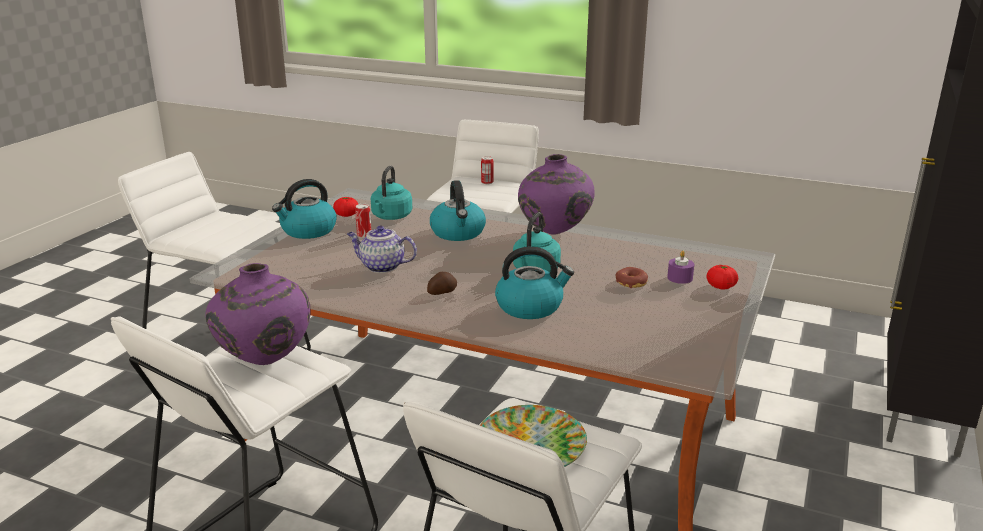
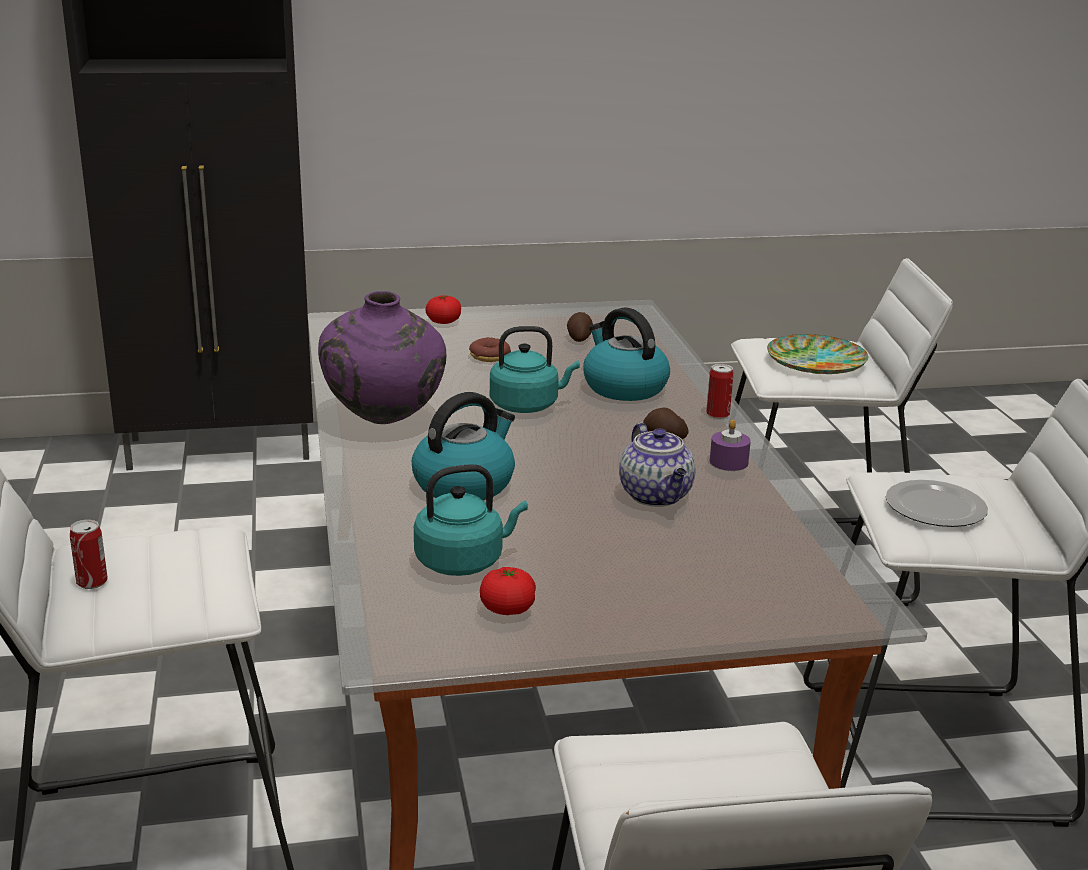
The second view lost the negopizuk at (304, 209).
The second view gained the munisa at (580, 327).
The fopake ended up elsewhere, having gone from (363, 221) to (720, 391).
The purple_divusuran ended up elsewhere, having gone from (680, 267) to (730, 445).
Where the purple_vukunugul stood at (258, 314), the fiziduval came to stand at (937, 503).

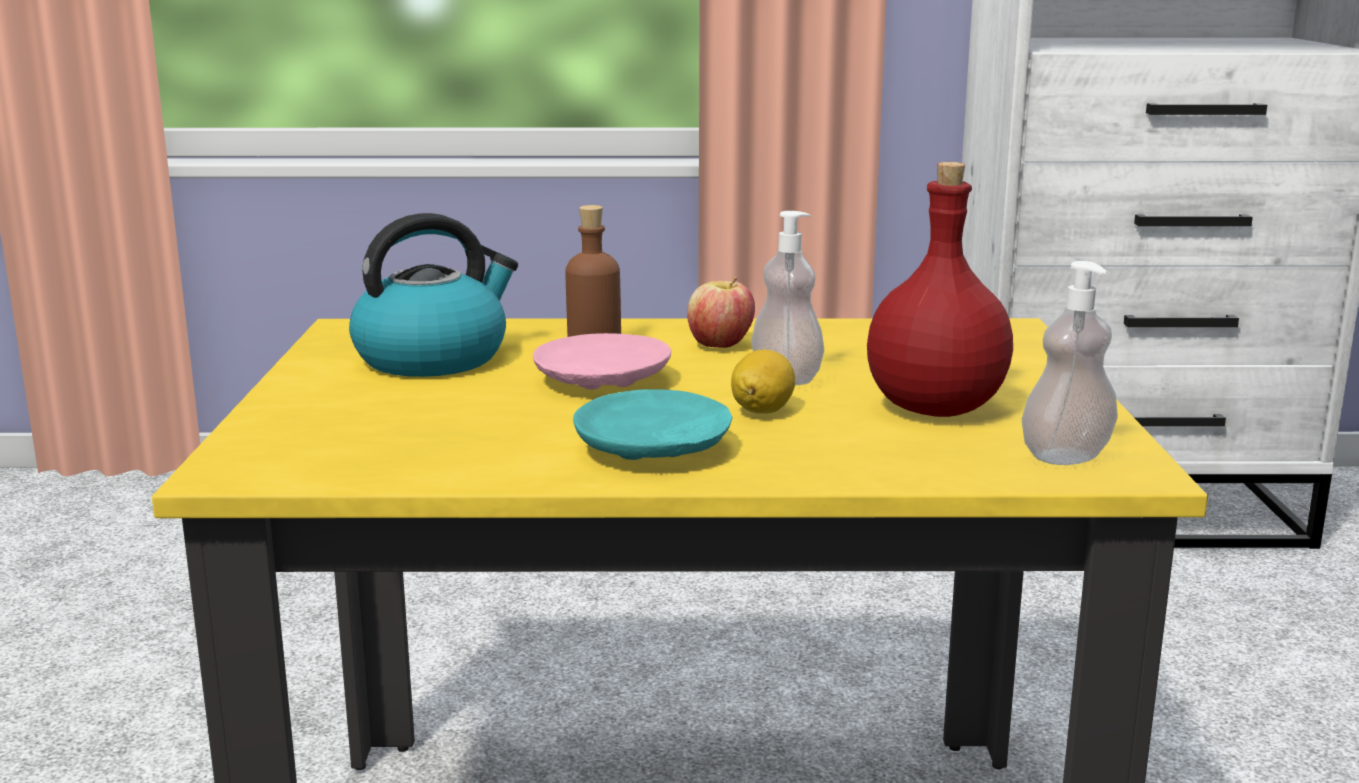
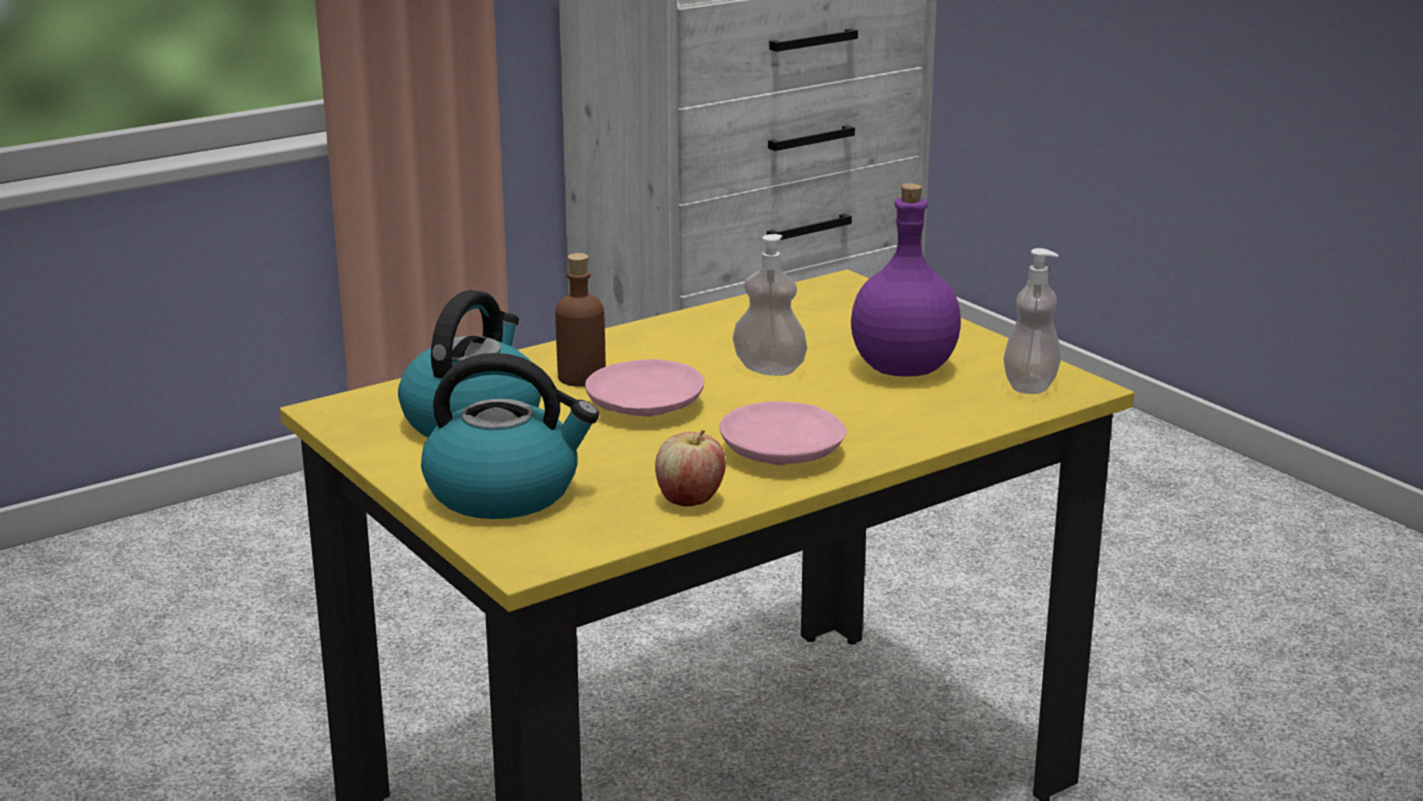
The second view lost the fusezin at (763, 382).
The second view gained the negopizuk at (510, 436).
The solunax ended up elsewhere, having gone from (721, 312) to (690, 467).
What was the turquoise_fiziduval at (652, 424) turned into the pink_fiziduval at (783, 433).
What was the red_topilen at (940, 289) turned into the purple_topilen at (906, 280).

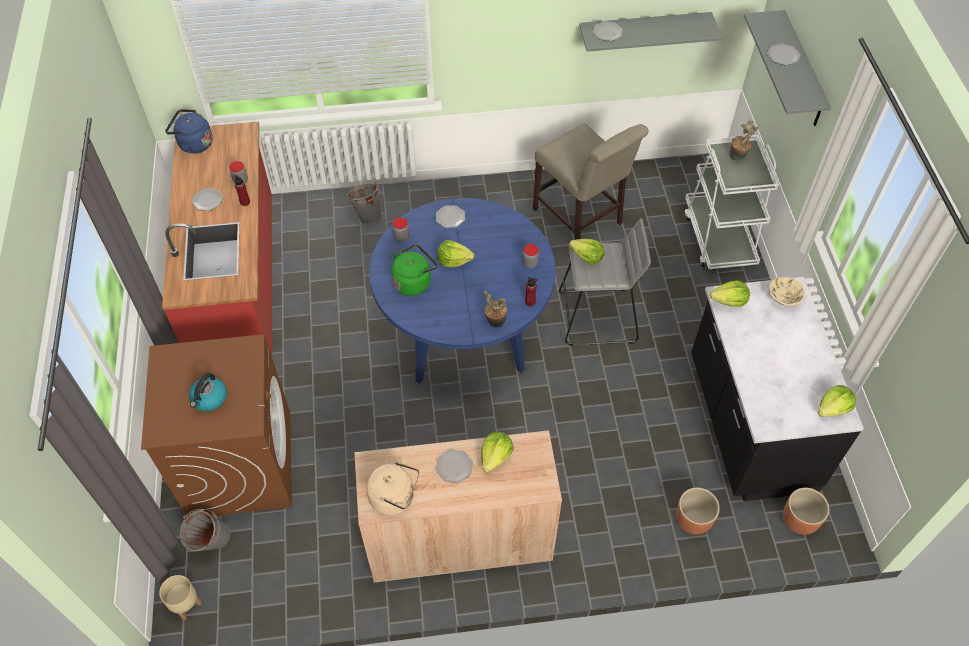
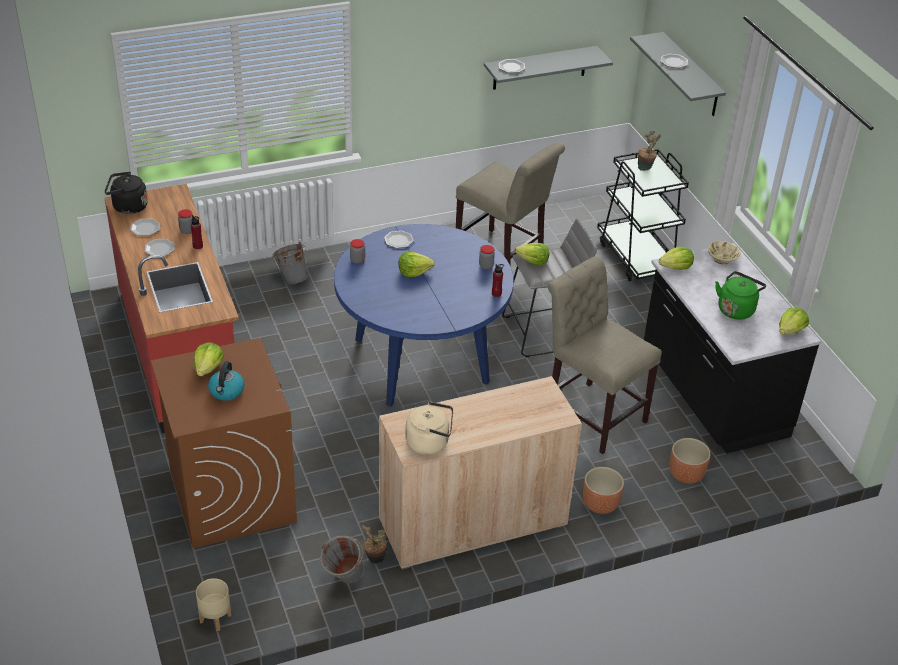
The second view gained the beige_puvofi at (605, 355).
The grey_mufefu ended up elsewhere, having gone from (205, 530) to (342, 559).
The green_negopizuk ended up elsewhere, having gone from (414, 270) to (740, 295).
The fiziduval ended up elsewhere, having gone from (454, 466) to (145, 227).
The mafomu ended up elsewhere, having gone from (497, 452) to (209, 359).
The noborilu ended up elsewhere, having gone from (495, 309) to (374, 544).
The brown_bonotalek ended up elsewhere, having gone from (806, 511) to (603, 490).
What was the blue_negopizuk at (189, 131) turned into the black_negopizuk at (126, 193).
What was the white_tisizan at (732, 202) turned into the black_tisizan at (643, 215).

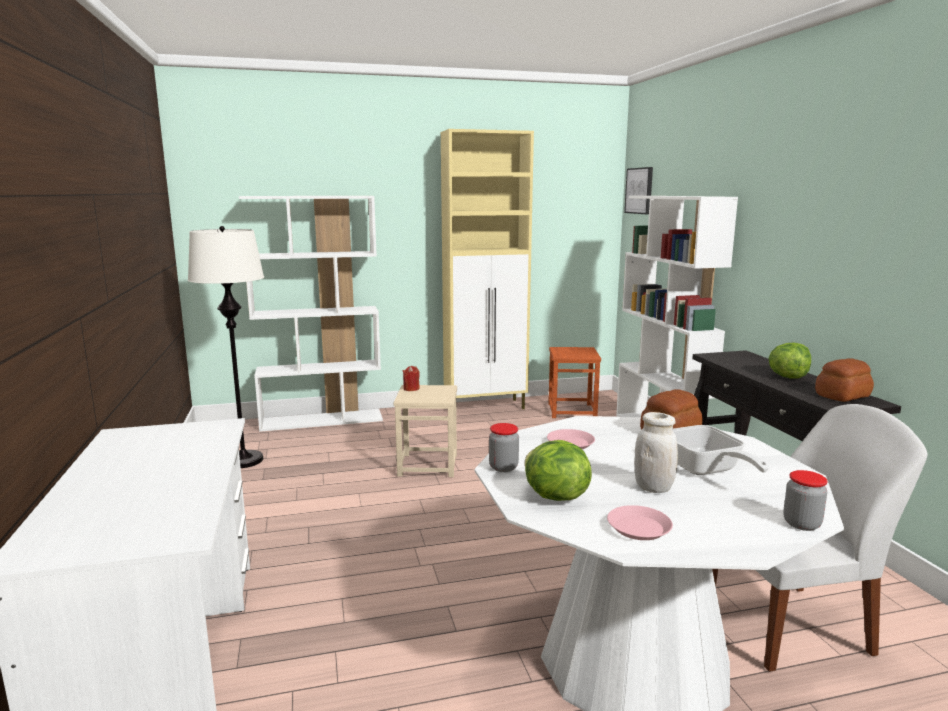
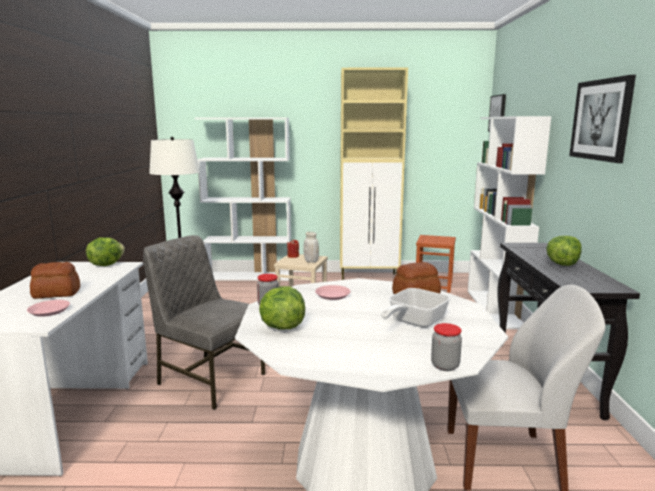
The second view gained the mafomu at (105, 251).
The second view gained the grey_puvofi at (204, 322).
The second view gained the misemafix at (602, 119).
The pink_fiziduval ended up elsewhere, having gone from (640, 522) to (48, 308).
The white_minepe ended up elsewhere, having gone from (656, 452) to (311, 247).
The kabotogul ended up elsewhere, having gone from (844, 380) to (55, 280).
The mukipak at (721, 450) ended up facing another way, 45 degrees clockwise from before.

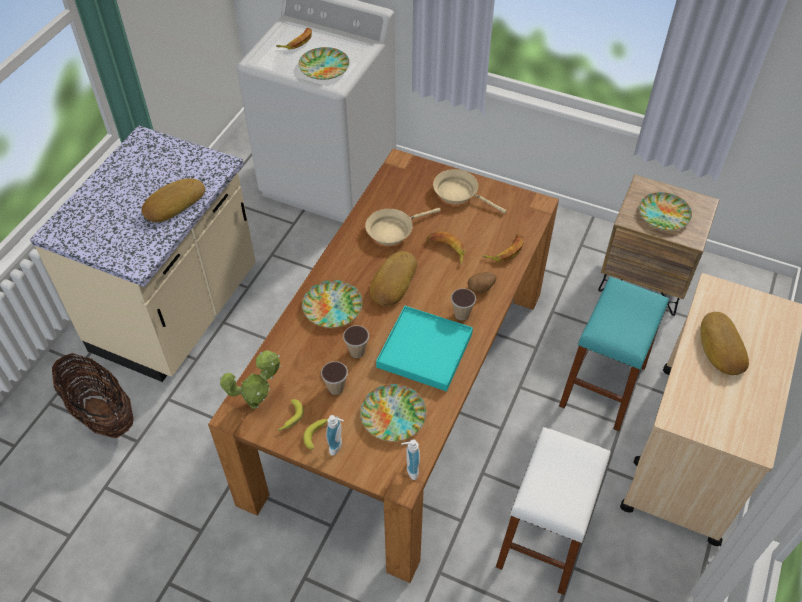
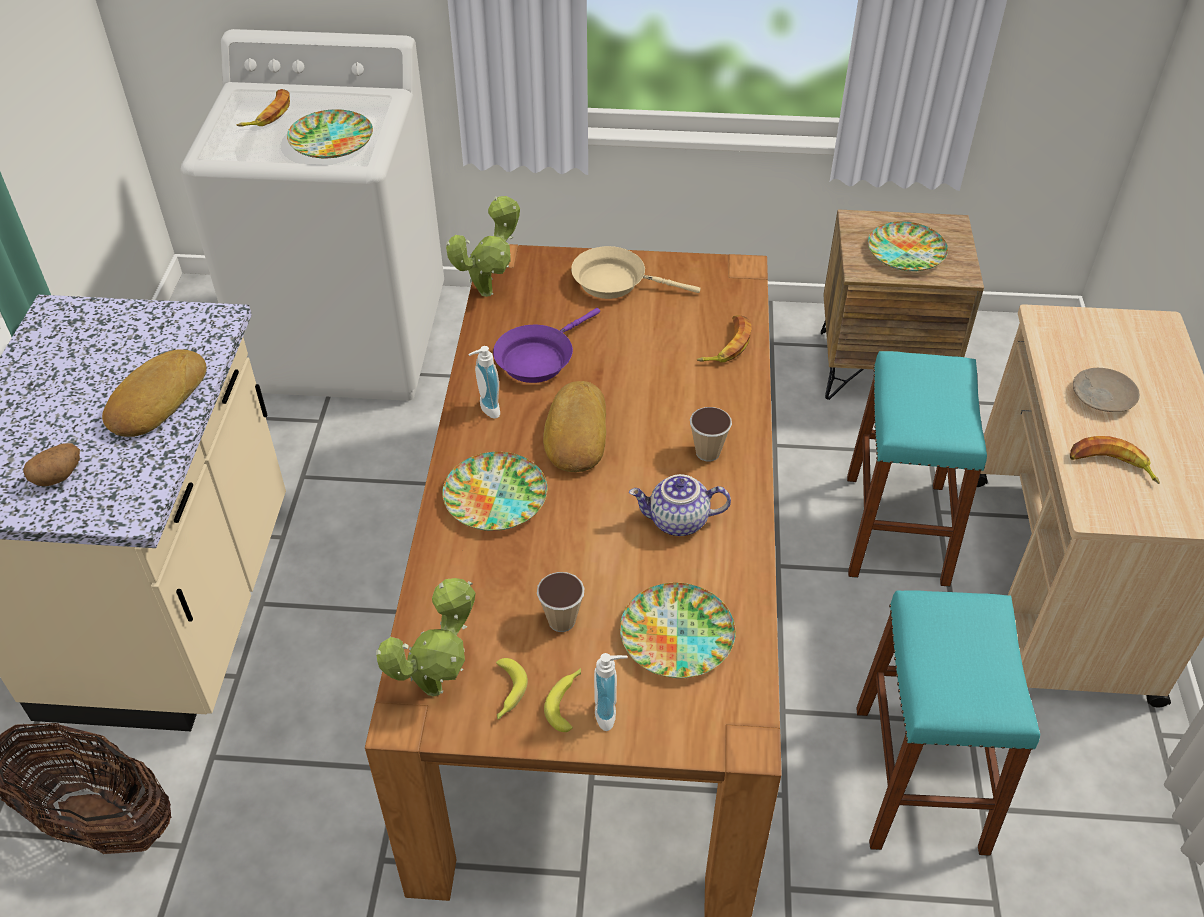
The second view lost the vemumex at (356, 341).
The second view gained the noborilu at (483, 246).
The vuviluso ended up elsewhere, having gone from (410, 459) to (484, 382).
The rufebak ended up elsewhere, having gone from (445, 248) to (1115, 460).
The munisa ended up elsewhere, having gone from (481, 282) to (51, 464).
Where the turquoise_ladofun stood at (424, 349), the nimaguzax came to stand at (680, 505).
Where the kabotogul stood at (724, 343), the beige_fiziduval came to stand at (1106, 390).
What was the beige_mukipak at (403, 226) turned into the purple_mukipak at (546, 345).
What was the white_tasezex at (553, 511) turned into the turquoise_tasezex at (948, 723).

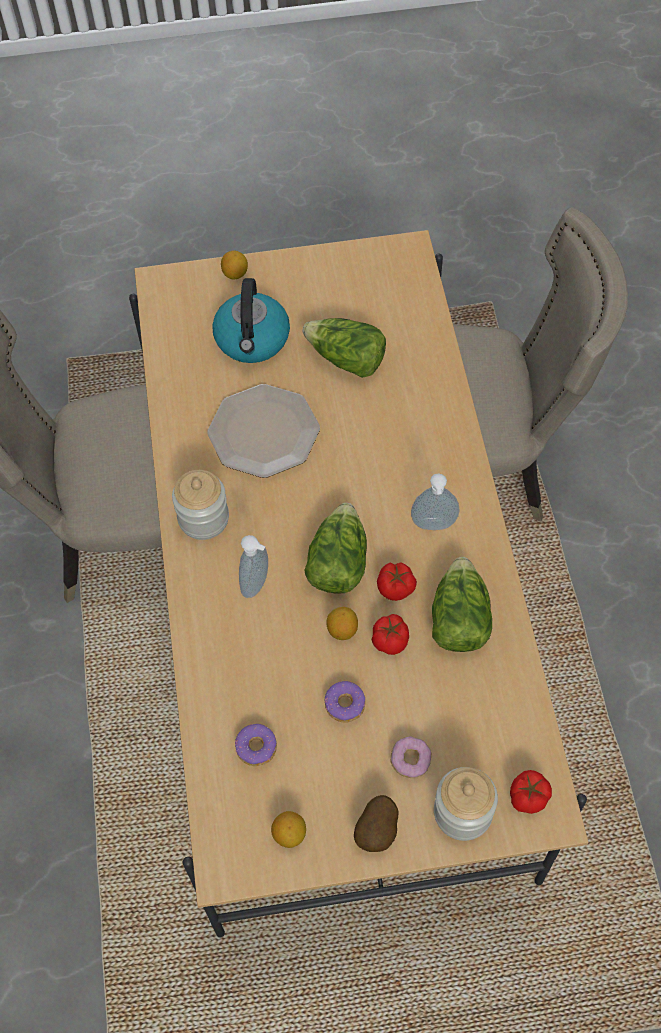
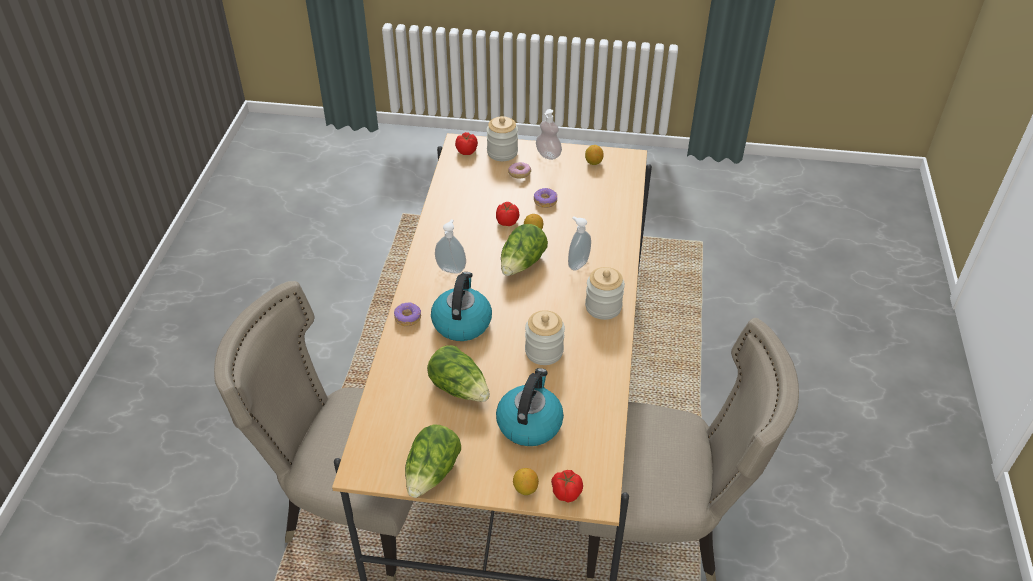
The second view gained the negopizuk at (461, 306).
The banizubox ended up elsewhere, having gone from (256, 745) to (407, 314).
The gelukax ended up elsewhere, having gone from (397, 581) to (567, 486).
The mafomu ended up elsewhere, having gone from (462, 604) to (433, 461).
Where the fiziduval stood at (263, 431), the minepe came to stand at (545, 337).
Where the munisa stood at (376, 823), the vuviluso came to stand at (549, 134).

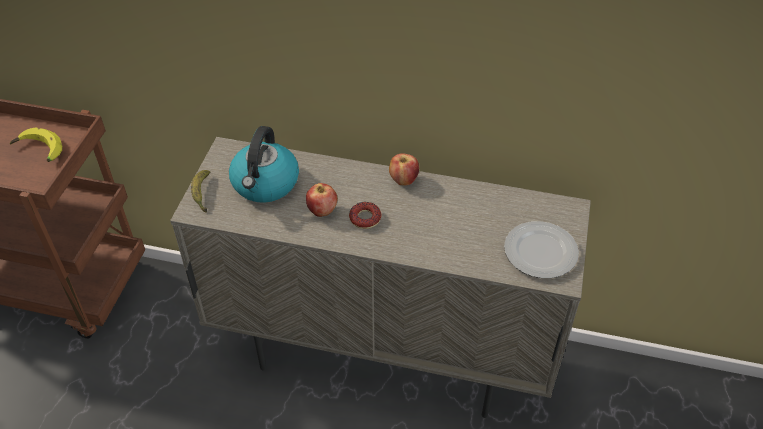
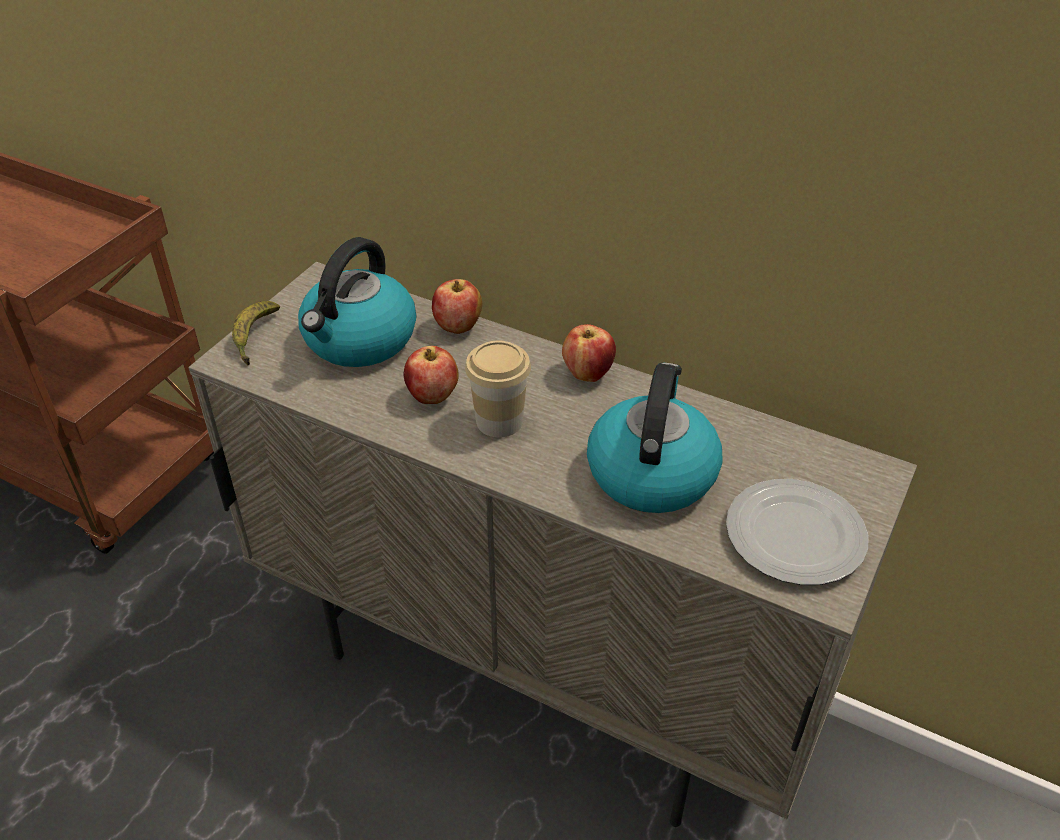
The second view lost the rufebak at (36, 145).
The second view gained the solunax at (457, 306).
The second view gained the negopizuk at (655, 438).
Where the banizubox stood at (365, 215), the vemumex came to stand at (498, 389).

